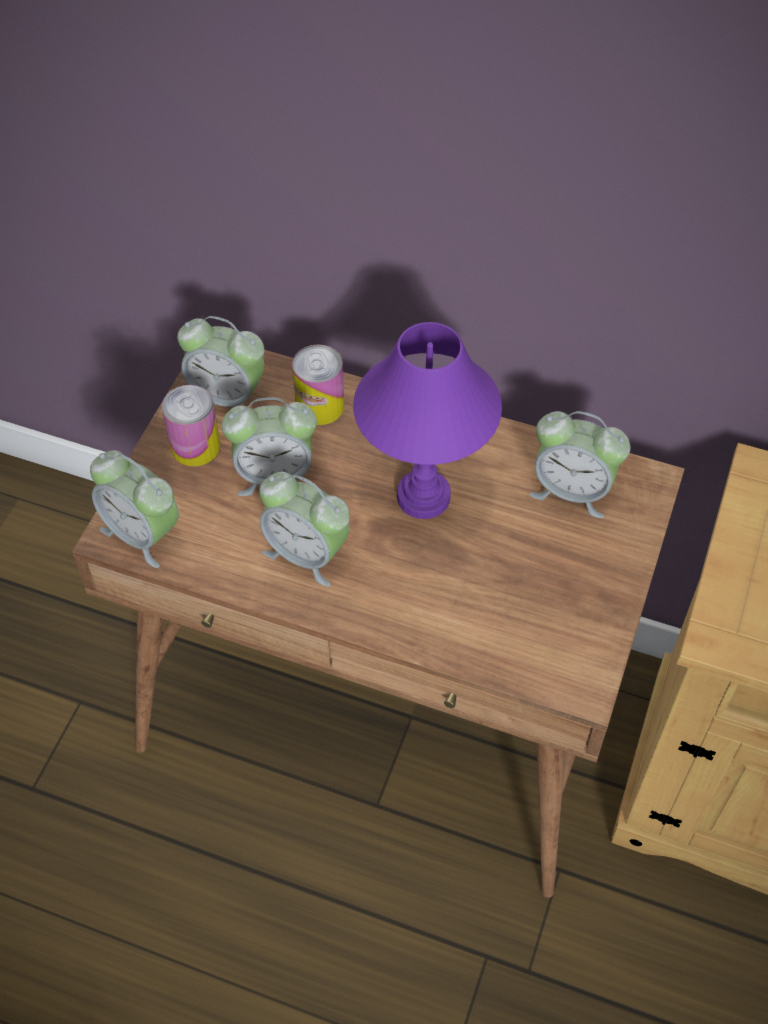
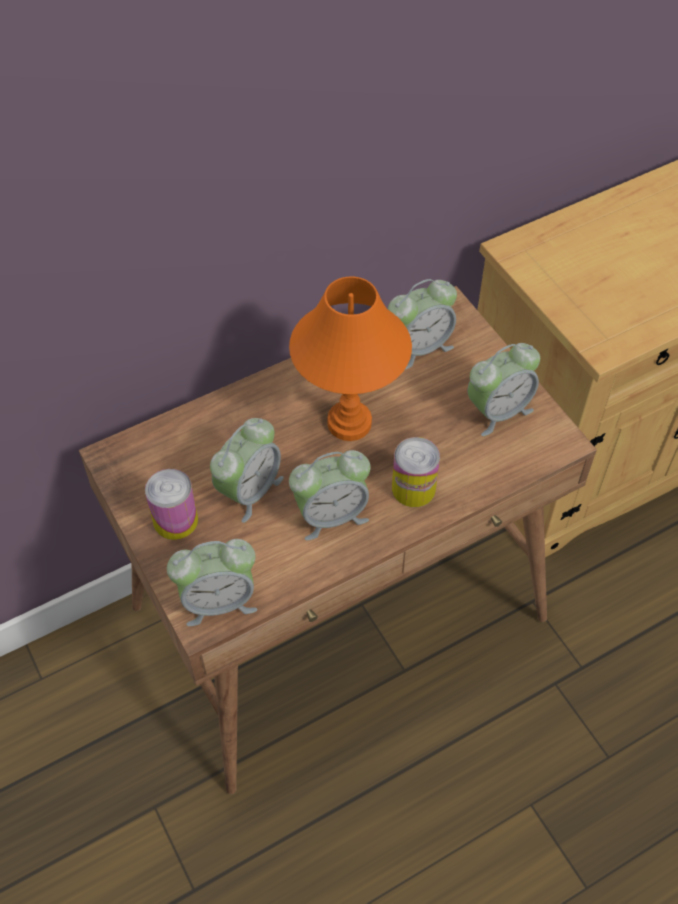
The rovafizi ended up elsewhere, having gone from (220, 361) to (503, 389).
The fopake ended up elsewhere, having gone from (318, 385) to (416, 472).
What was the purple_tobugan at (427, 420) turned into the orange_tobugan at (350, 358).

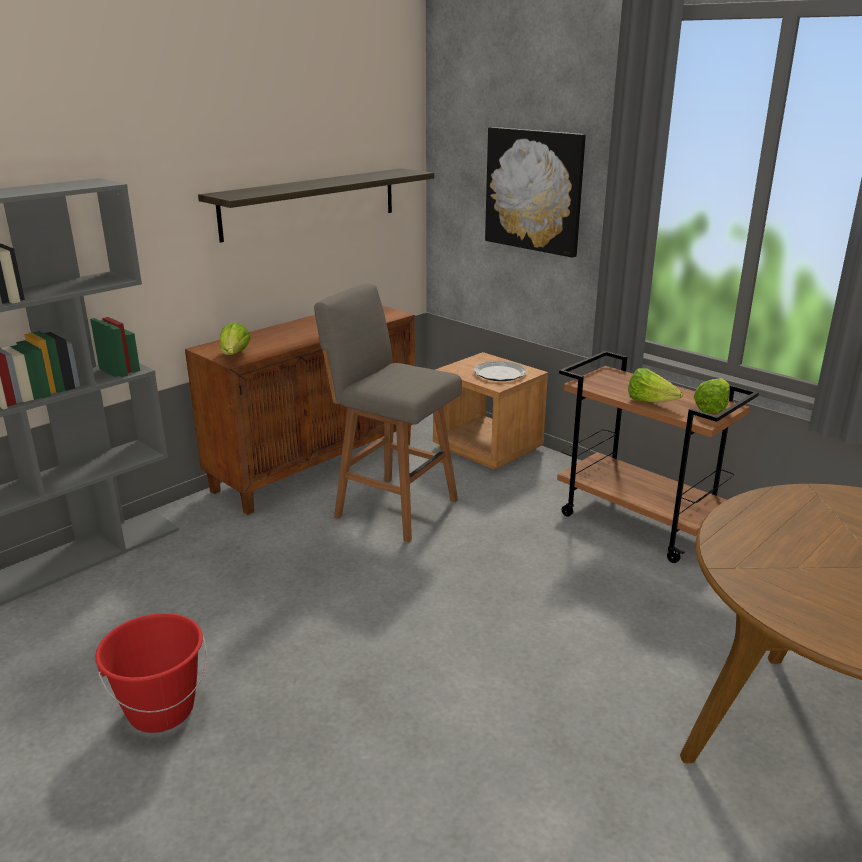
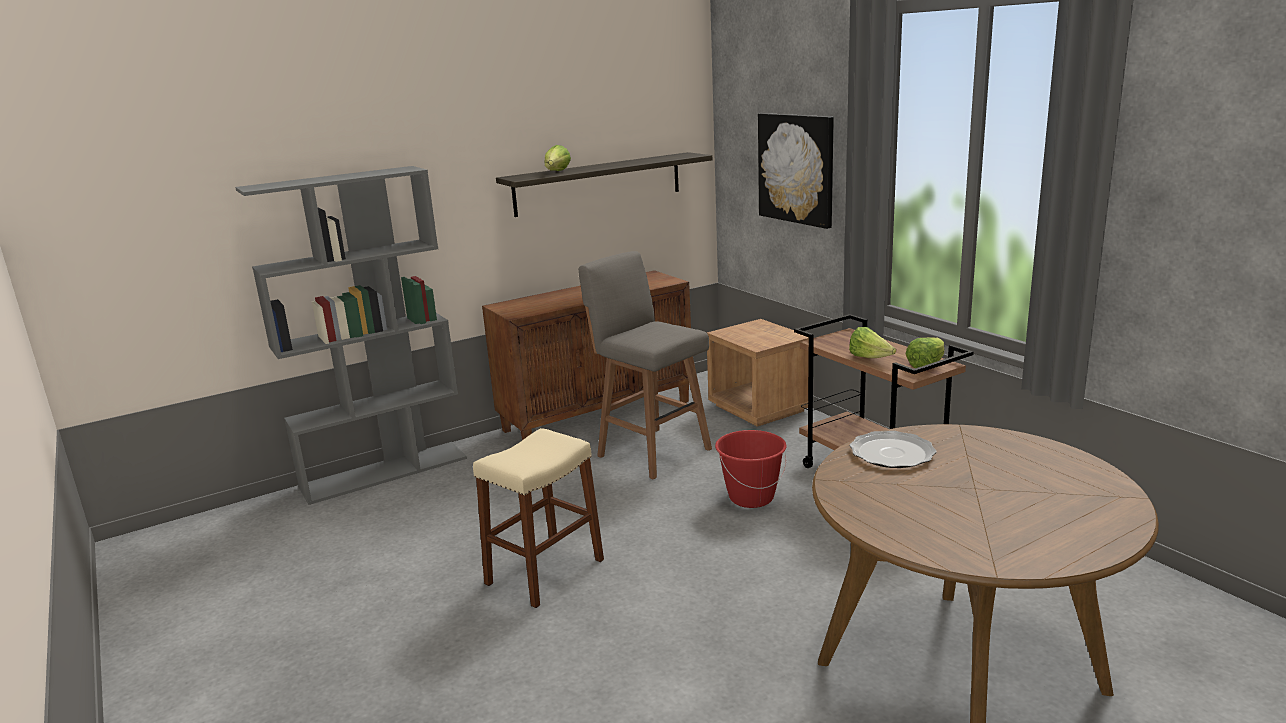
The second view gained the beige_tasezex at (538, 518).
The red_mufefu ended up elsewhere, having gone from (151, 673) to (751, 469).
The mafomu ended up elsewhere, having gone from (235, 338) to (558, 158).
The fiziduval ended up elsewhere, having gone from (500, 371) to (893, 449).

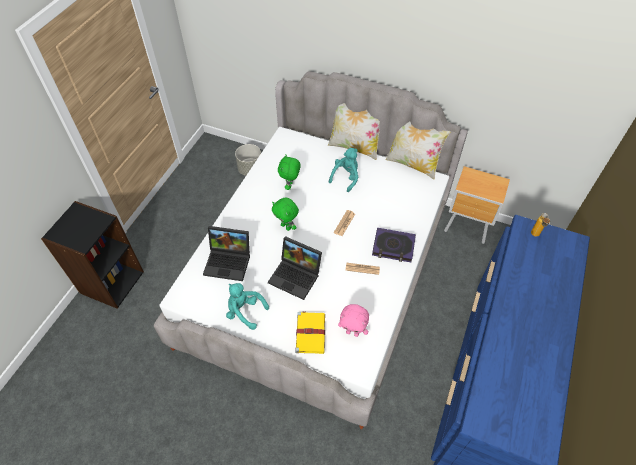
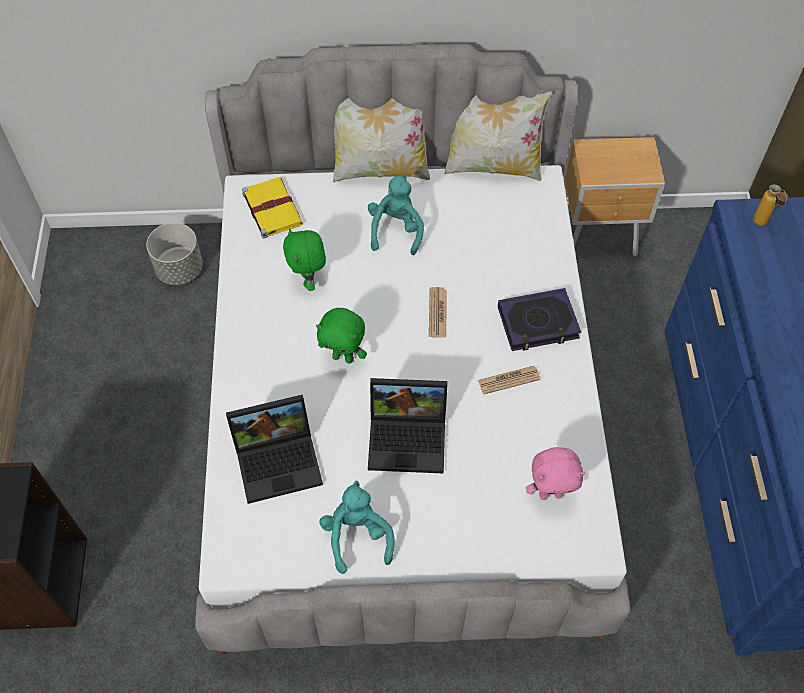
The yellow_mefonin ended up elsewhere, having gone from (310, 332) to (272, 208).
The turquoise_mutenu at (247, 306) ended up facing another way, 75 degrees clockwise from before.

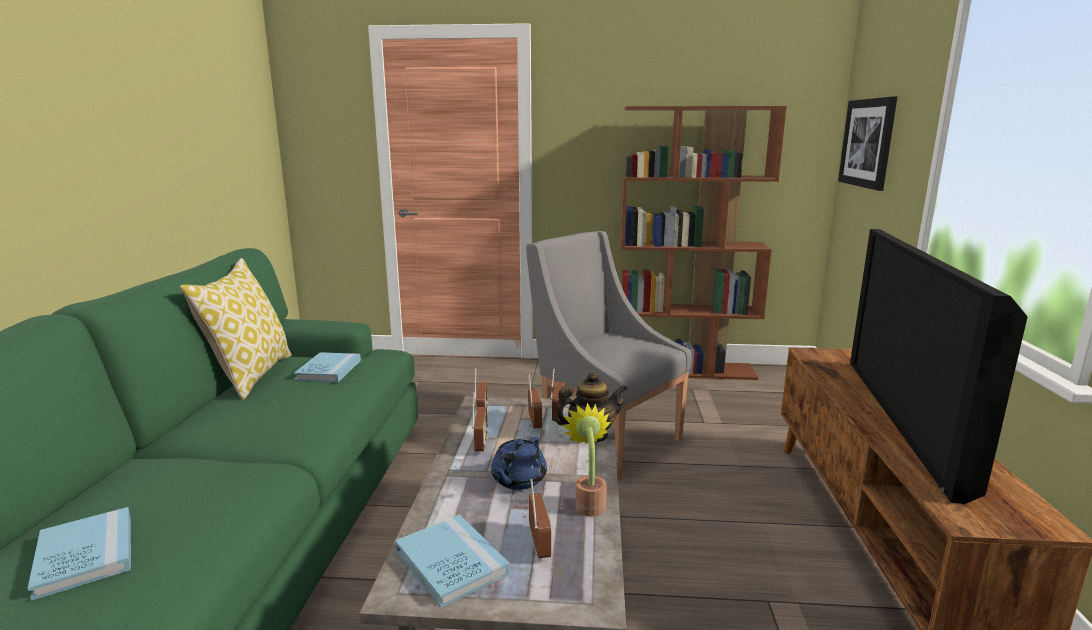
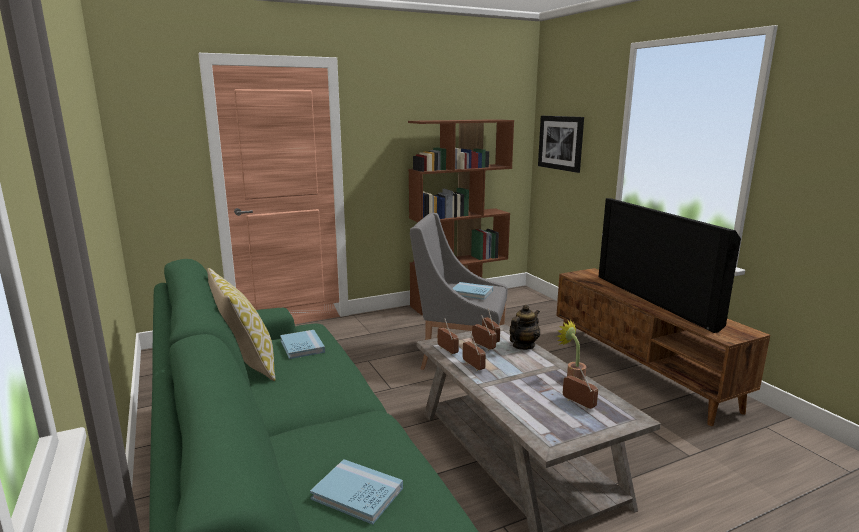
The second view lost the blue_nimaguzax at (519, 463).
The blue_mefonin ended up elsewhere, having gone from (452, 561) to (472, 291).

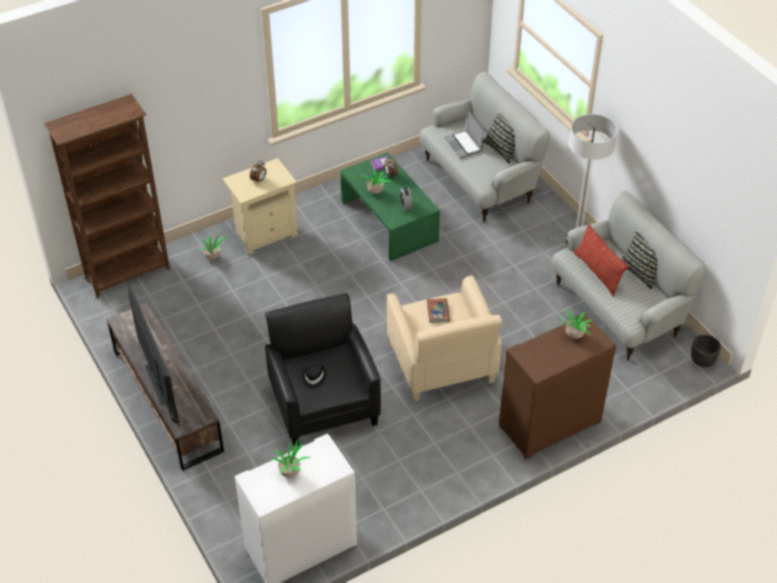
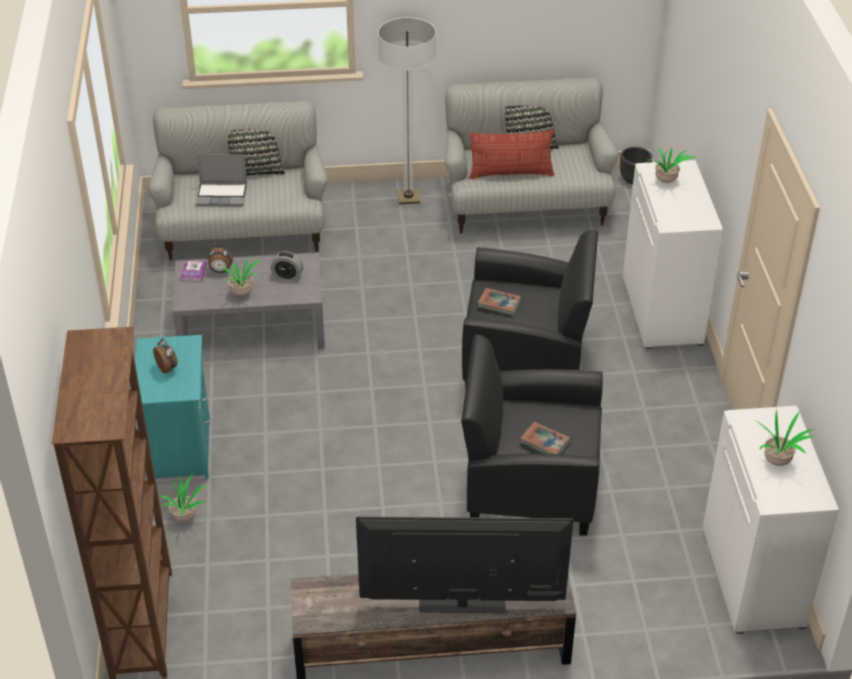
Where the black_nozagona stood at (314, 375), the mefonin came to stand at (545, 438).
What was the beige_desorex at (260, 206) turned into the turquoise_desorex at (172, 407).
What was the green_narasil at (390, 206) turned into the grey_narasil at (249, 300).
What was the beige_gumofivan at (444, 338) turned into the black_gumofivan at (530, 310).
What was the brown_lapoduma at (557, 386) turned into the white_lapoduma at (673, 254).

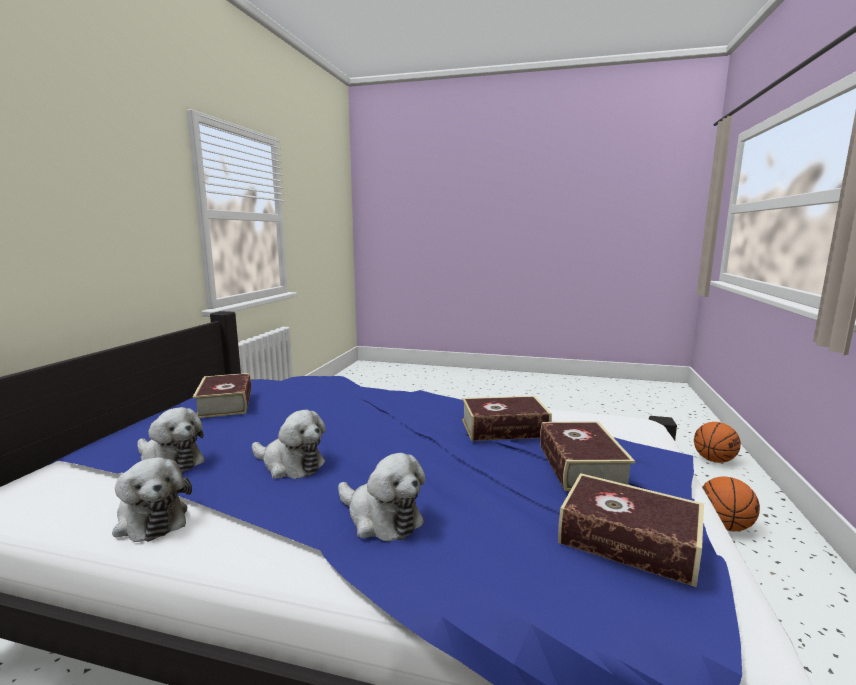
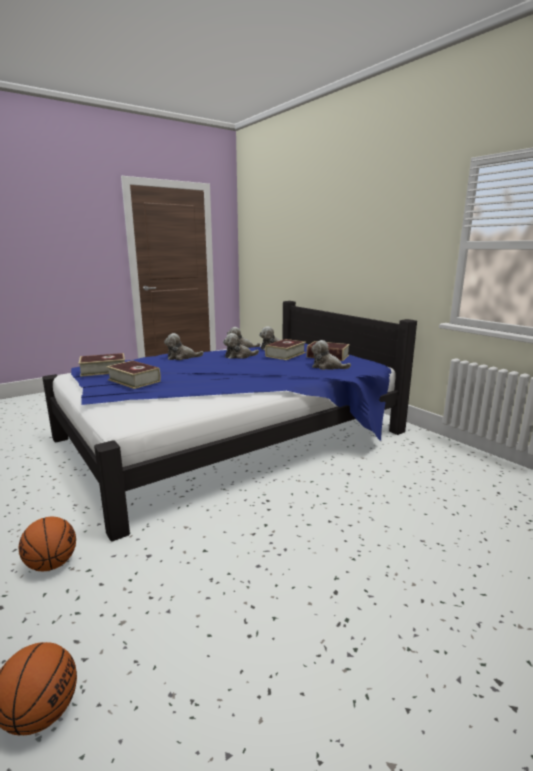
The second view gained the mutenu at (331, 355).
The mefonin ended up elsewhere, having gone from (507, 418) to (285, 349).

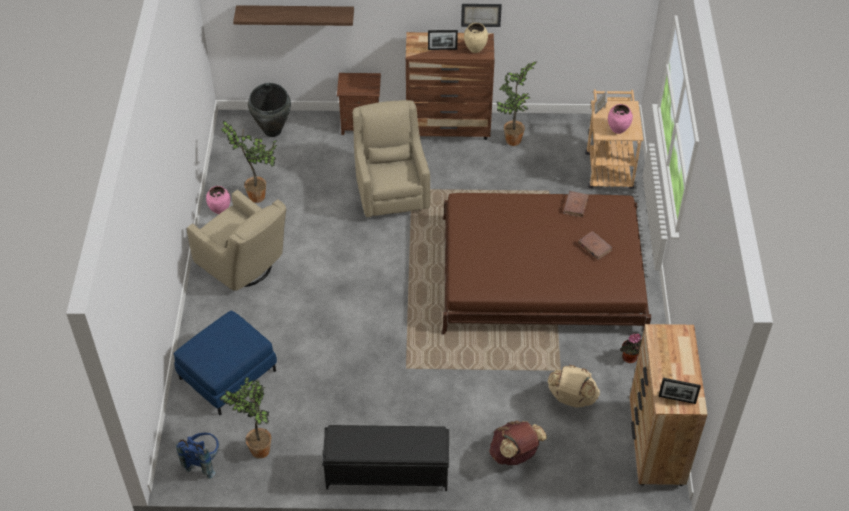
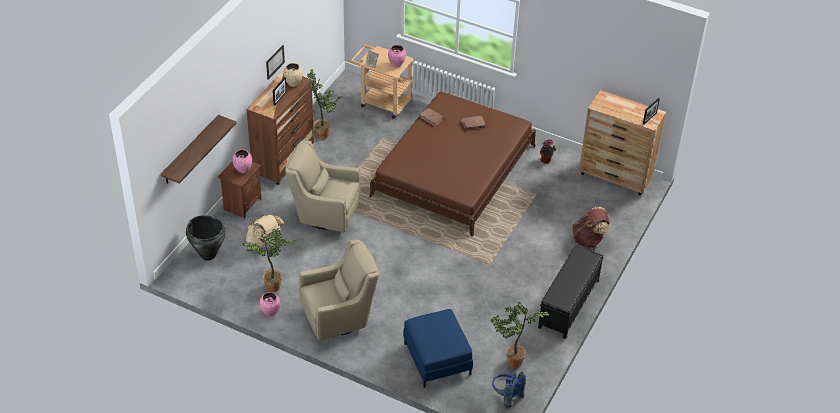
The second view gained the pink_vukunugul at (242, 161).
The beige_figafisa ended up elsewhere, having gone from (574, 386) to (265, 231).

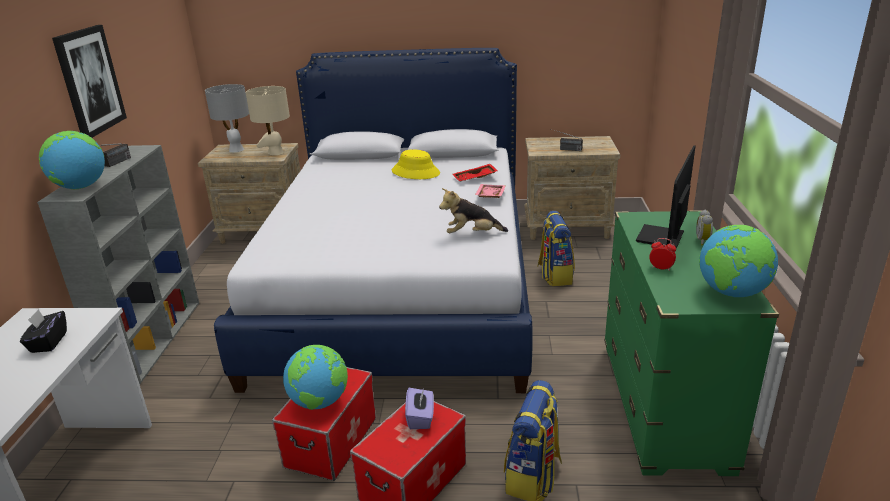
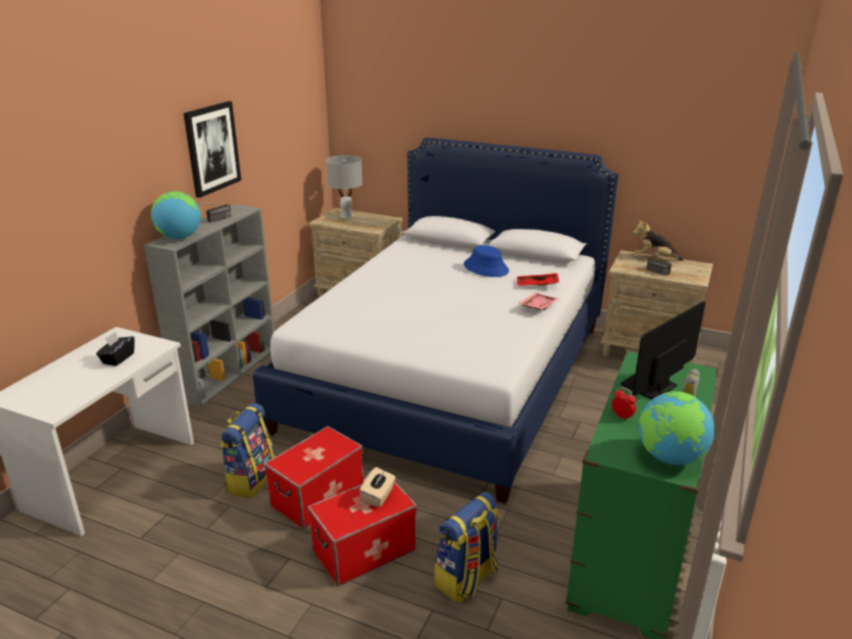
The second view lost the beige_tobugan at (268, 120).
The second view lost the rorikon at (315, 377).
The mutenu ended up elsewhere, having gone from (473, 210) to (658, 240).
The figafisa ended up elsewhere, having gone from (556, 248) to (247, 451).
What was the yellow_nozagona at (416, 164) turned into the blue_nozagona at (486, 261).
What was the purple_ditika at (419, 408) turned into the beige_ditika at (377, 487).

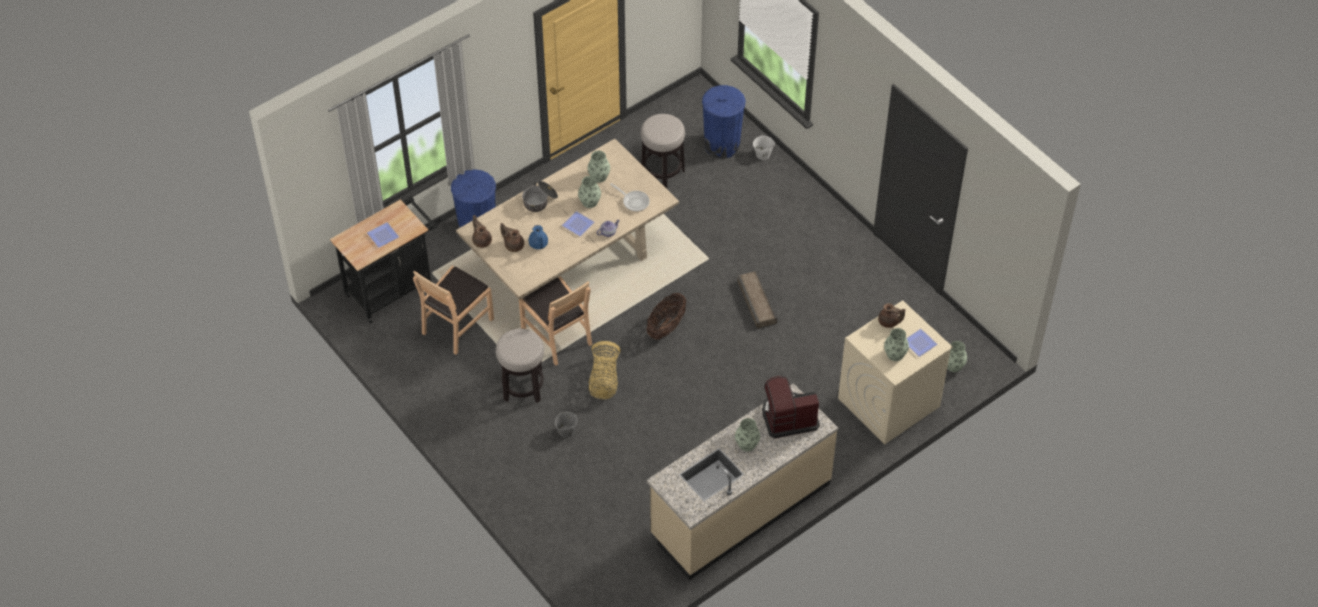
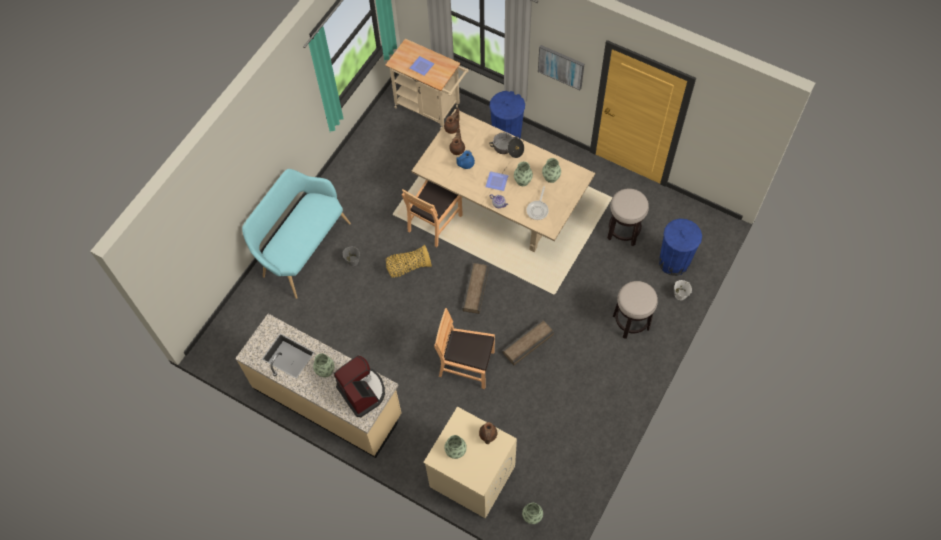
The second view lost the fiziduval at (922, 343).
The second view gained the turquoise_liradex at (296, 234).
The second view gained the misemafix at (561, 67).
The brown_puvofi ended up elsewhere, having gone from (453, 310) to (464, 348).
The tasezex ended up elsewhere, having gone from (520, 366) to (635, 310).
Where the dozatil stood at (666, 316), the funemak came to stand at (475, 288).
What was the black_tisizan at (383, 261) turned into the beige_tisizan at (427, 84).

